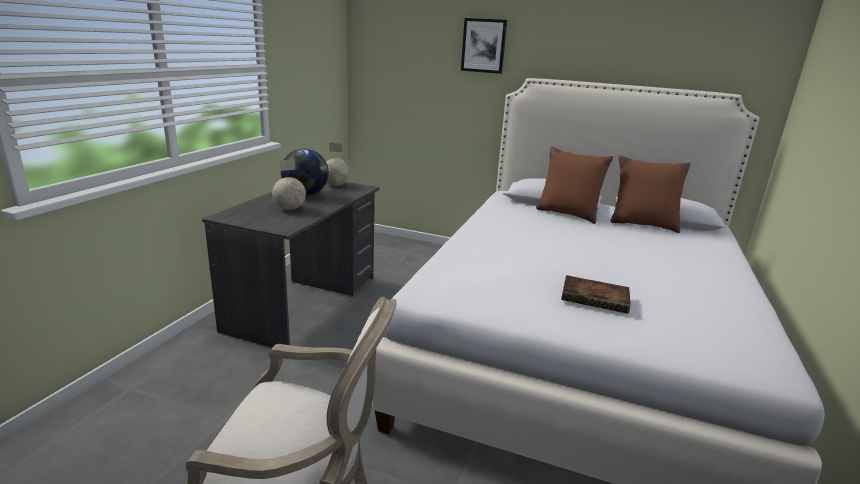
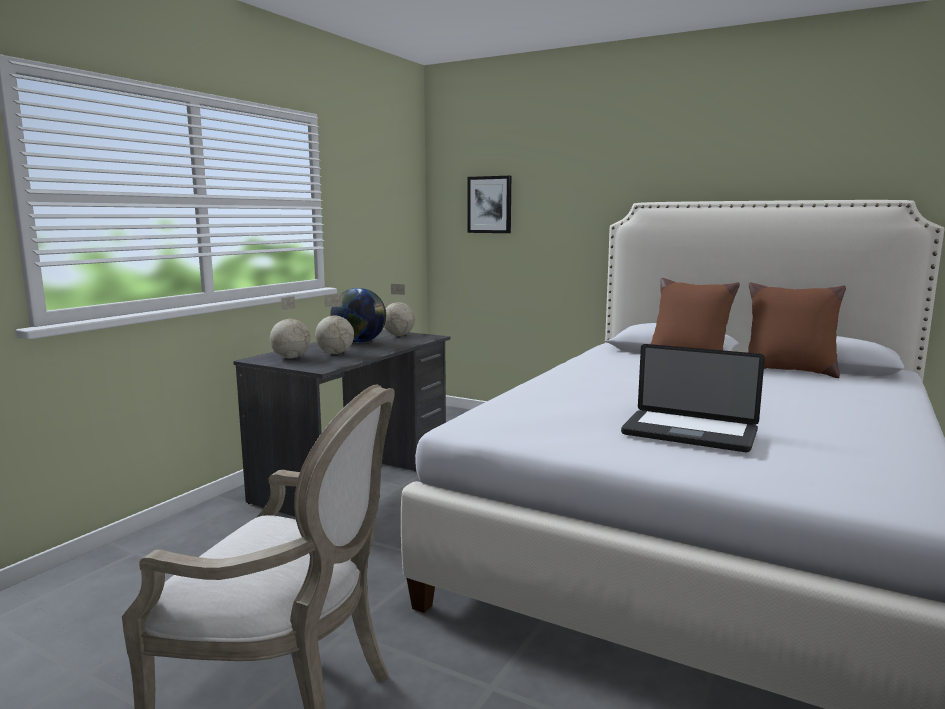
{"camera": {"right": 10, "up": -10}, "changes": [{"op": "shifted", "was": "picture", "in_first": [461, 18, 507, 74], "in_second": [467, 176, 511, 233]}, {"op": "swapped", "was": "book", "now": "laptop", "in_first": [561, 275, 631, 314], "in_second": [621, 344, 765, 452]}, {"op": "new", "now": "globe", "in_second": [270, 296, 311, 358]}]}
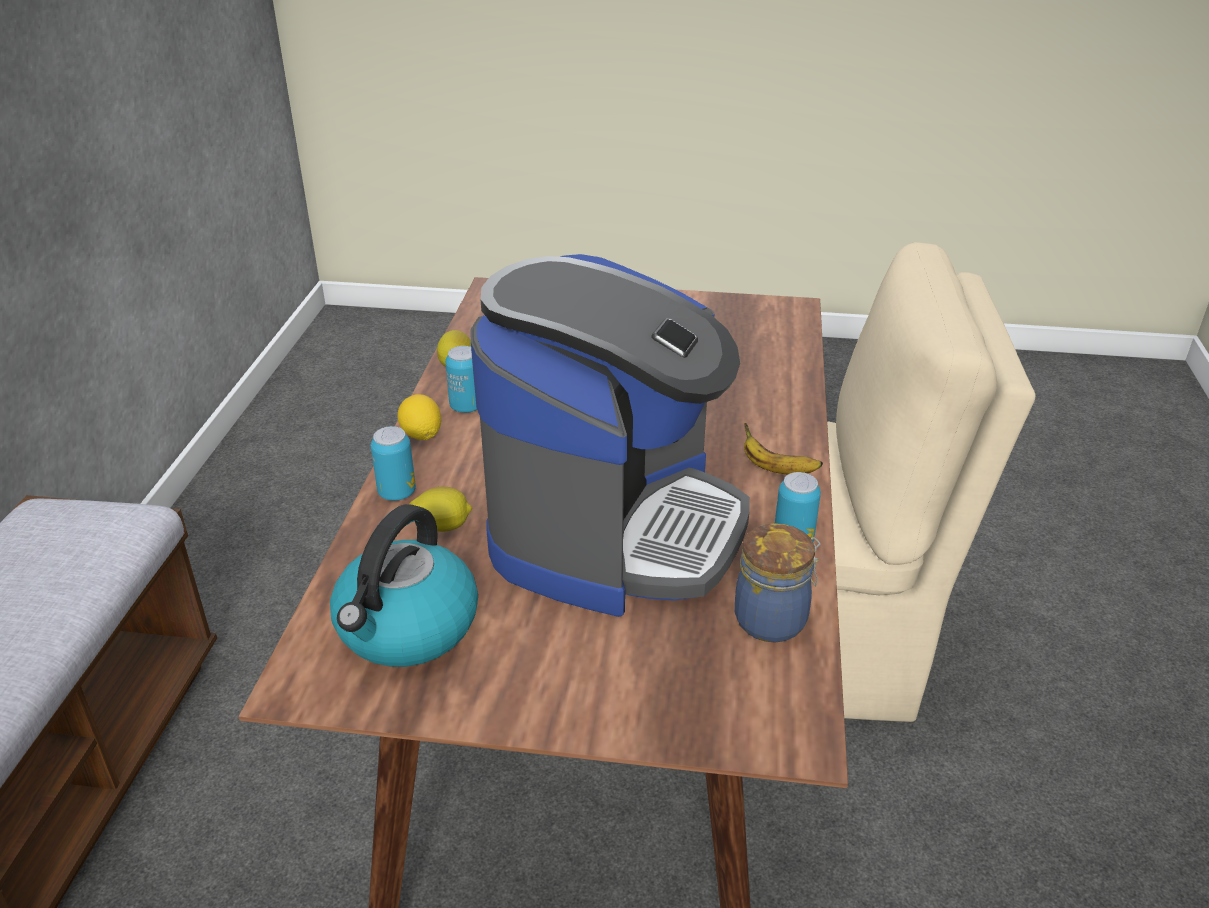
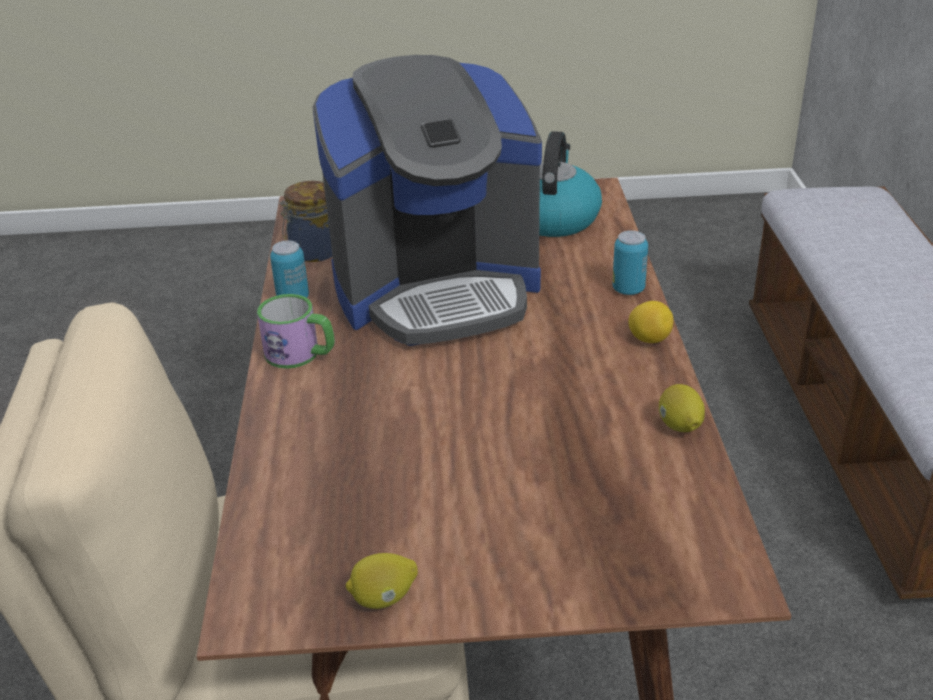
{"camera": {"right": 170, "up": 0}, "changes": [{"op": "rotated", "was": "coffee machine", "in_first": [471, 254, 750, 617], "in_second": [312, 55, 542, 346], "clockwise": -120}, {"op": "gone", "was": "can", "in_first": [445, 346, 477, 413]}, {"op": "swapped", "was": "banana", "now": "mug", "in_first": [744, 423, 823, 474], "in_second": [257, 294, 335, 369]}, {"op": "shifted", "was": "lemon", "in_first": [409, 487, 472, 532], "in_second": [346, 553, 418, 609]}]}
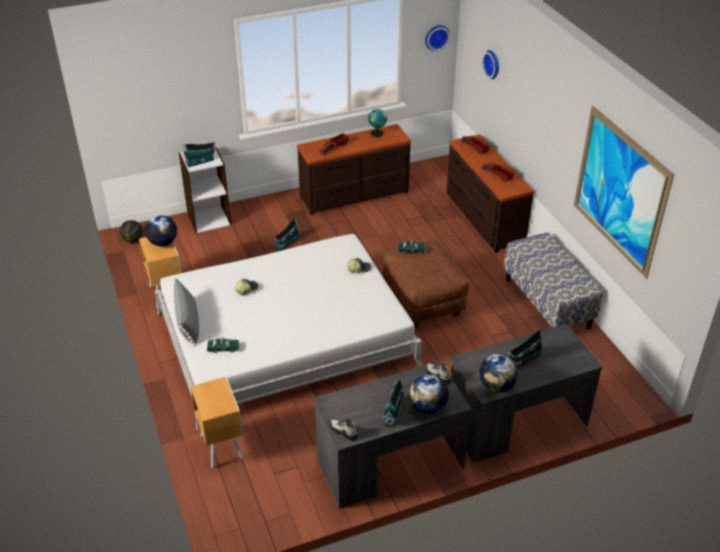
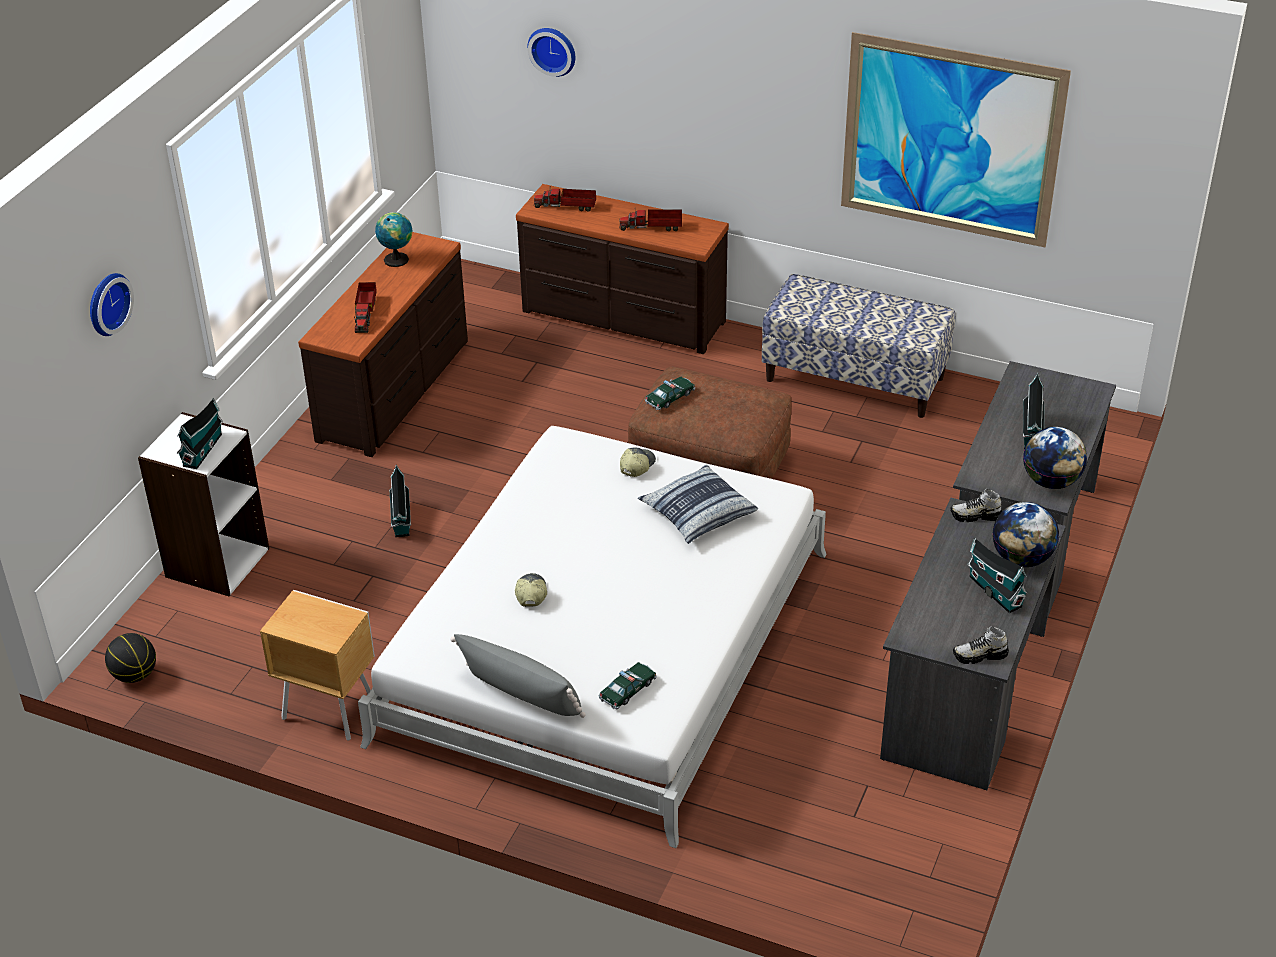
{"camera": {"right": -45, "up": 0}, "changes": [{"op": "shifted", "was": "wall clock", "in_first": [425, 25, 450, 51], "in_second": [90, 273, 134, 336]}, {"op": "gone", "was": "globe", "in_first": [145, 215, 177, 246]}, {"op": "gone", "was": "brown nightstand", "in_first": [190, 377, 244, 468]}, {"op": "new", "now": "pillow", "in_second": [638, 465, 758, 544]}]}
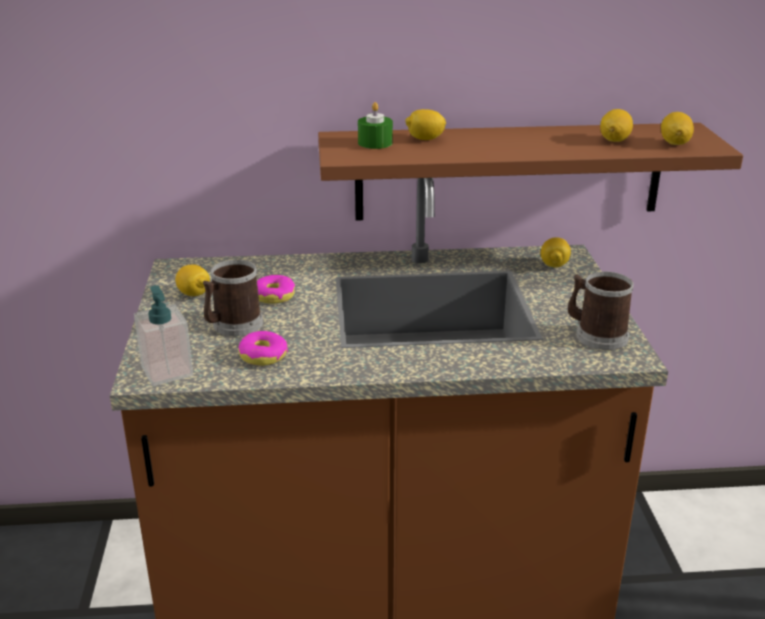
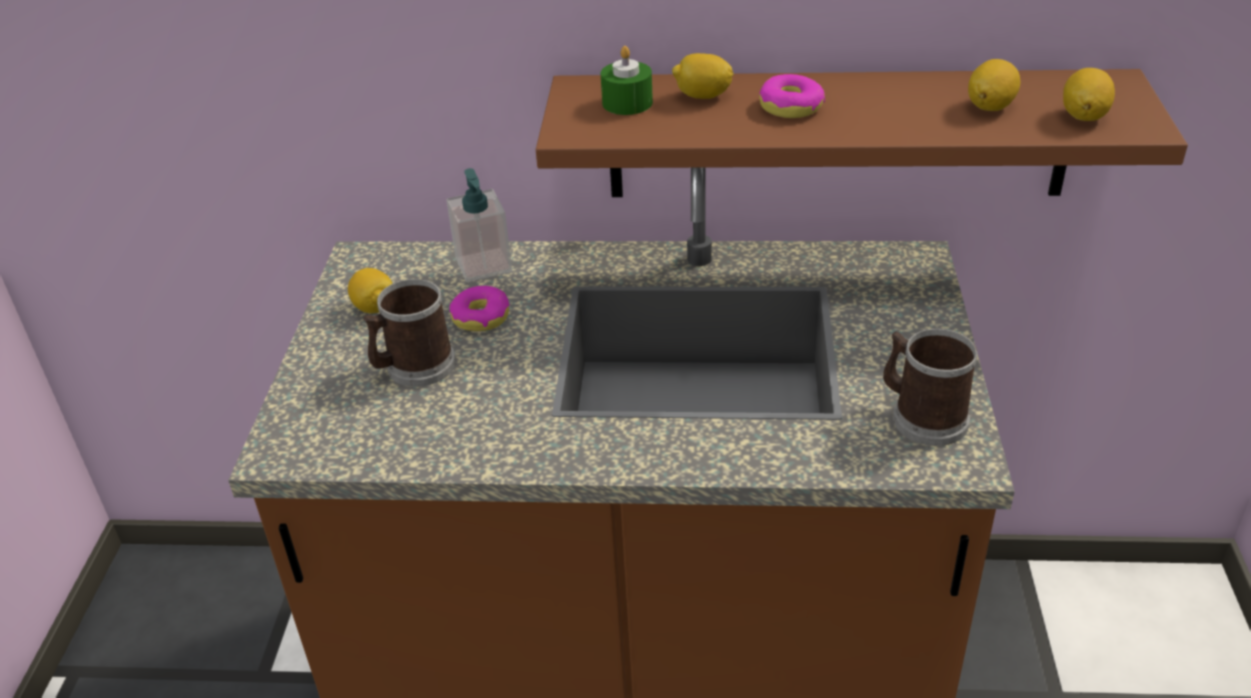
{"camera": {"right": 10, "up": 10}, "changes": [{"op": "gone", "was": "lemon", "in_first": [541, 237, 571, 268]}, {"op": "shifted", "was": "soap dispenser", "in_first": [134, 285, 193, 386], "in_second": [447, 168, 512, 282]}, {"op": "shifted", "was": "donut", "in_first": [239, 331, 288, 366], "in_second": [759, 74, 825, 118]}]}
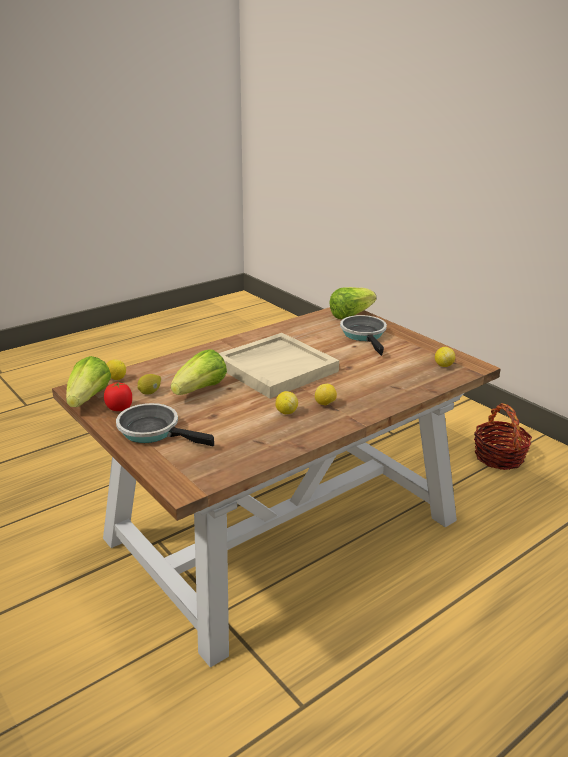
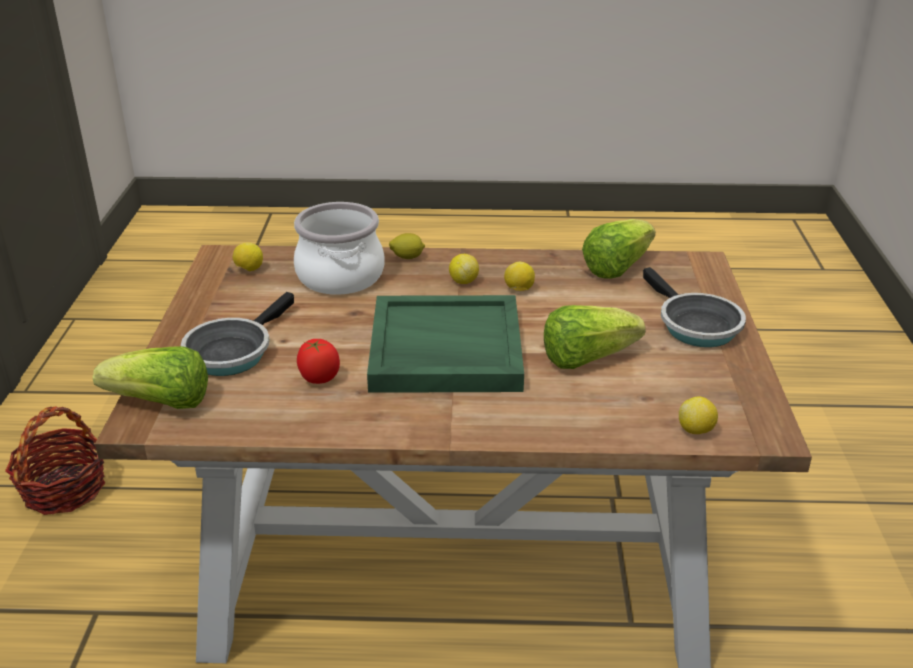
{"camera": {"right": -140, "up": 5}, "changes": [{"op": "repainted", "was": "beige tray", "now": "green tray", "in_first": [219, 333, 339, 399], "in_second": [367, 295, 524, 393]}, {"op": "shifted", "was": "lettuce", "in_first": [66, 356, 111, 407], "in_second": [582, 219, 656, 279]}, {"op": "shifted", "was": "lemon", "in_first": [137, 374, 161, 395], "in_second": [389, 233, 425, 259]}, {"op": "shifted", "was": "tomato", "in_first": [104, 382, 132, 411], "in_second": [297, 339, 340, 384]}, {"op": "new", "now": "cooking pot", "in_second": [294, 202, 385, 295]}]}
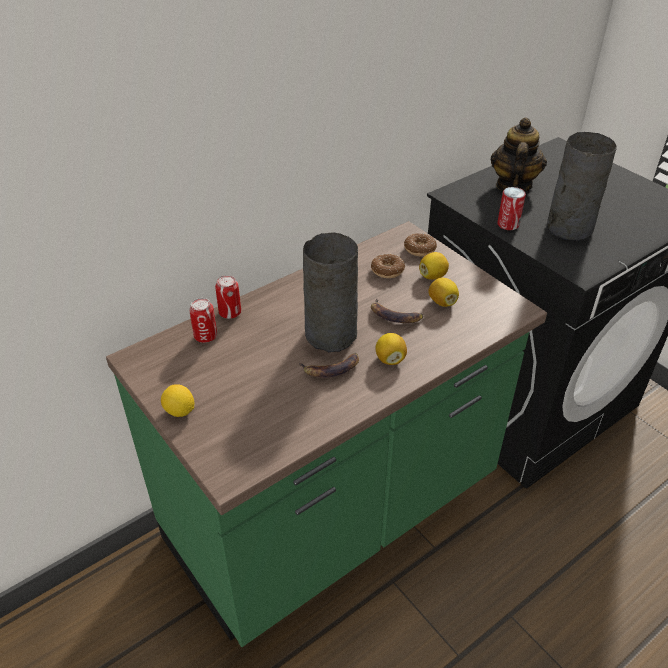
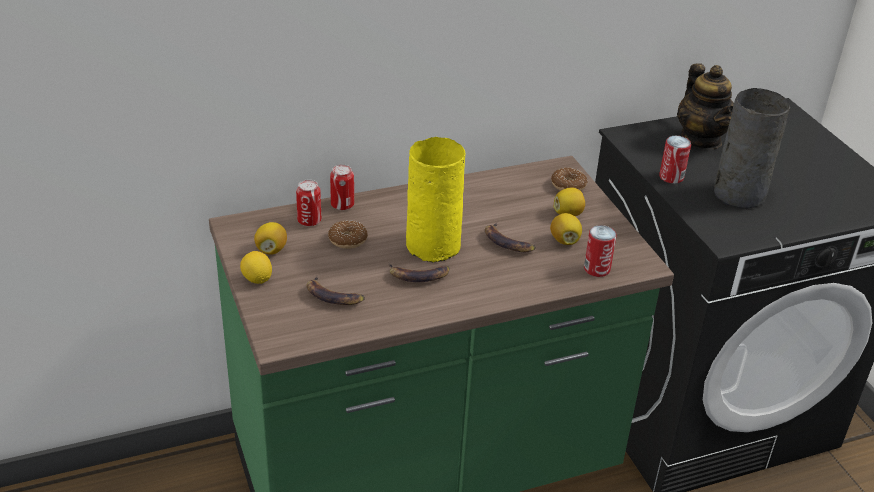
{"camera": {"right": 15, "up": -5}, "changes": [{"op": "rotated", "was": "teapot", "in_first": [491, 117, 547, 192], "in_second": [677, 63, 734, 149], "clockwise": 135}, {"op": "repainted", "was": "grey vase", "now": "yellow vase", "in_first": [303, 232, 358, 352], "in_second": [406, 137, 465, 263]}, {"op": "shifted", "was": "donut", "in_first": [371, 254, 405, 278], "in_second": [328, 220, 368, 249]}, {"op": "shifted", "was": "lemon", "in_first": [376, 333, 407, 365], "in_second": [254, 222, 287, 255]}, {"op": "new", "now": "can", "in_second": [584, 225, 616, 277]}, {"op": "new", "now": "banana", "in_second": [306, 275, 365, 305]}]}
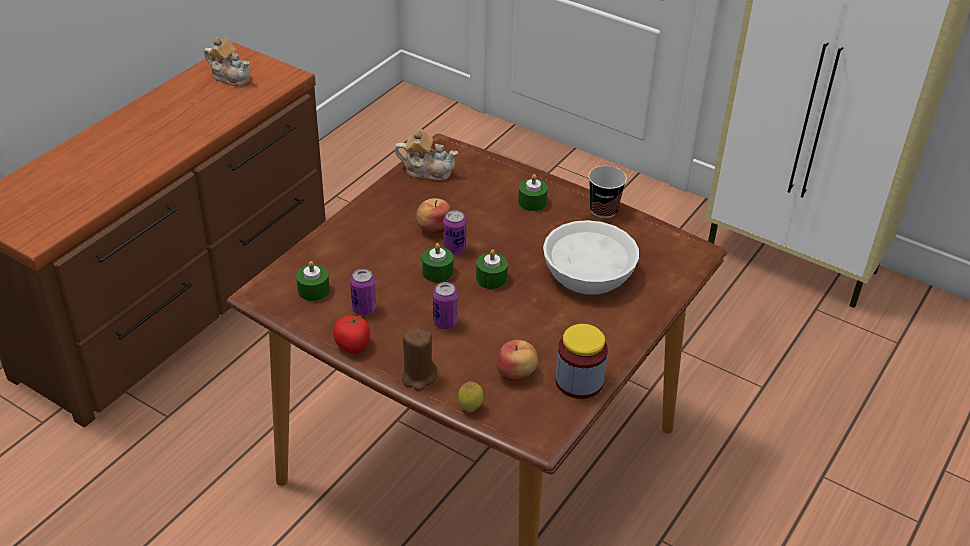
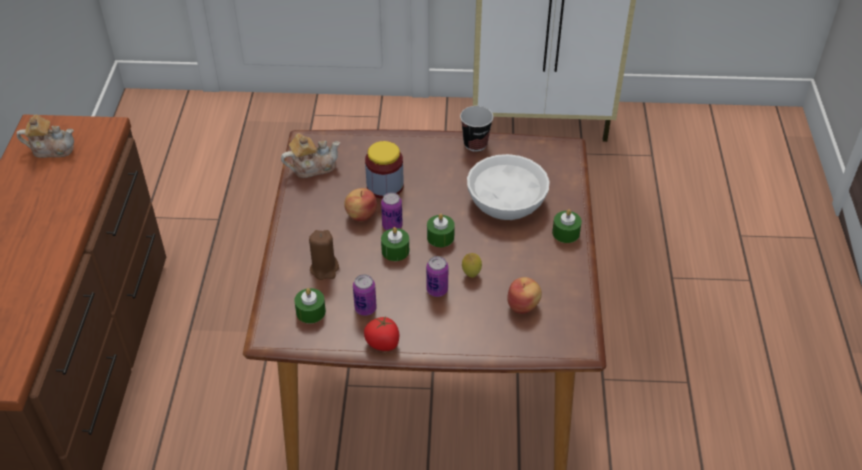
{"camera": {"right": -30, "up": 5}, "changes": [{"op": "shifted", "was": "green candle", "in_first": [518, 174, 548, 211], "in_second": [552, 209, 582, 243]}, {"op": "shifted", "was": "jar", "in_first": [555, 324, 608, 399], "in_second": [365, 141, 404, 199]}, {"op": "shifted", "was": "brown candle", "in_first": [401, 327, 437, 391], "in_second": [309, 230, 339, 280]}, {"op": "shifted", "was": "lemon", "in_first": [458, 381, 483, 412], "in_second": [462, 253, 482, 278]}]}
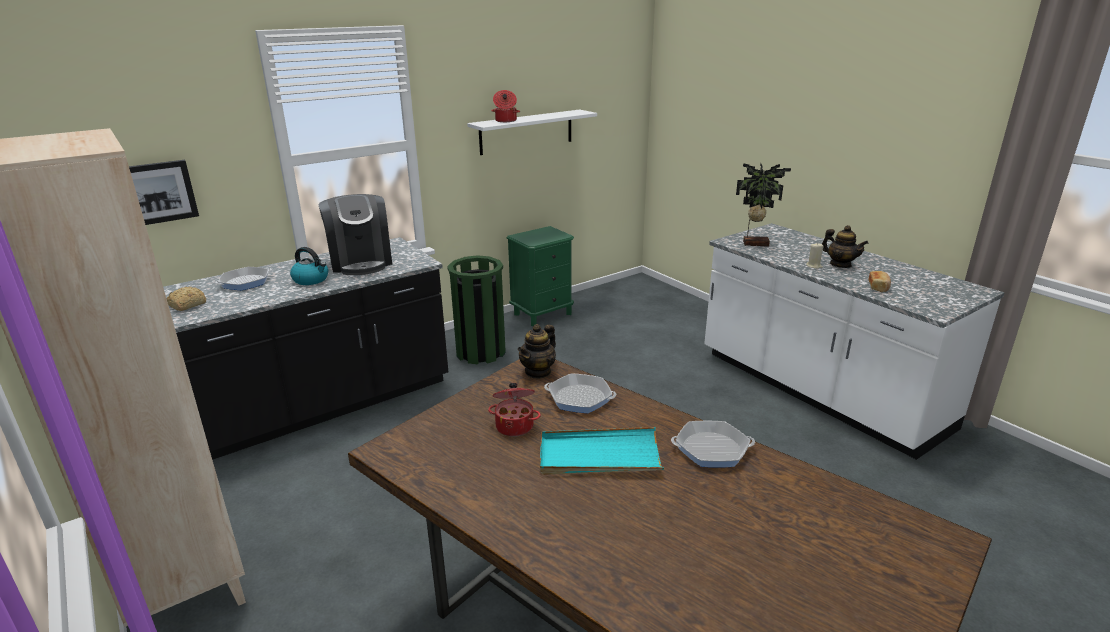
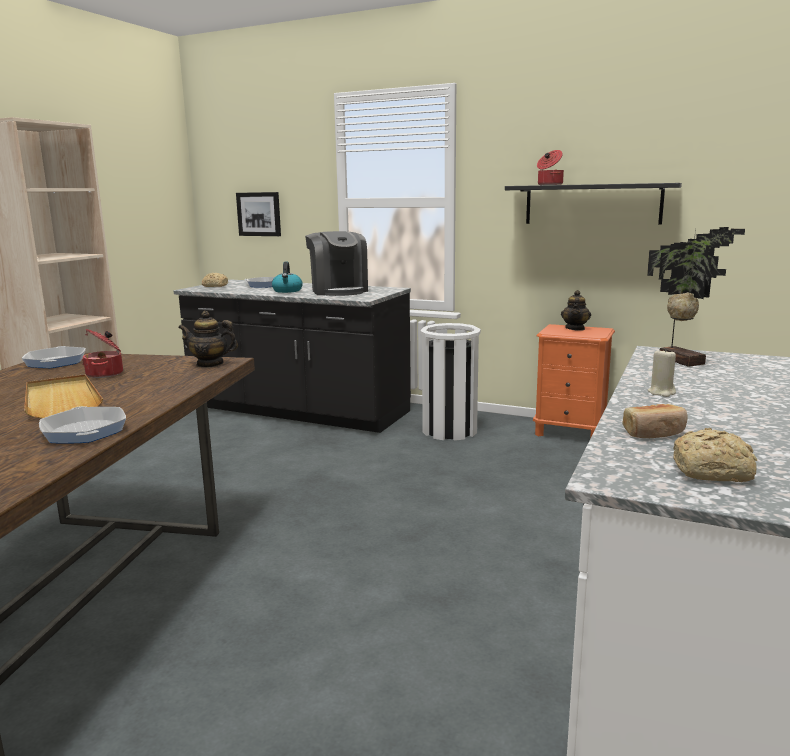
{"camera": {"right": 60, "up": -10}, "changes": [{"op": "repainted", "was": "white shelf", "now": "black shelf", "in_first": [467, 110, 597, 155], "in_second": [505, 183, 682, 224]}, {"op": "rotated", "was": "coffee machine", "in_first": [319, 194, 392, 275], "in_second": [305, 231, 368, 296], "clockwise": -60}, {"op": "shifted", "was": "teapot", "in_first": [822, 225, 868, 268], "in_second": [561, 290, 591, 331]}, {"op": "repainted", "was": "green nightstand", "now": "orange nightstand", "in_first": [507, 226, 574, 326], "in_second": [533, 324, 615, 439]}, {"op": "repainted", "was": "green trash can", "now": "white trash can", "in_first": [447, 255, 506, 364], "in_second": [420, 323, 481, 441]}, {"op": "shifted", "was": "frying pan", "in_first": [544, 373, 616, 413], "in_second": [22, 346, 86, 368]}, {"op": "repainted", "was": "turquoise tray", "now": "beige tray", "in_first": [540, 427, 664, 475], "in_second": [24, 374, 103, 418]}, {"op": "new", "now": "bread", "in_second": [673, 428, 757, 482]}]}
